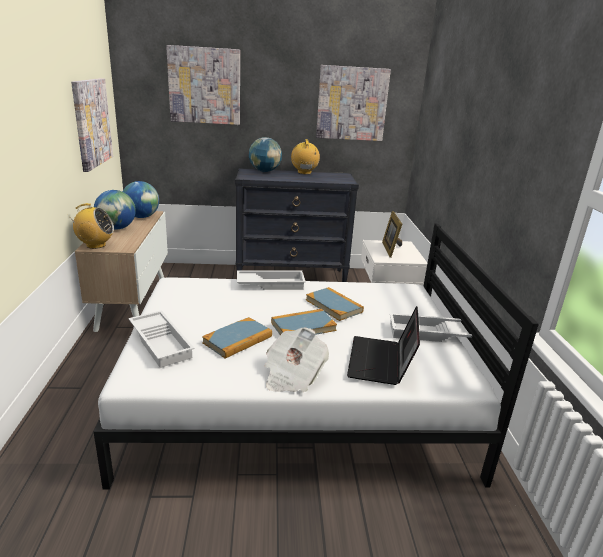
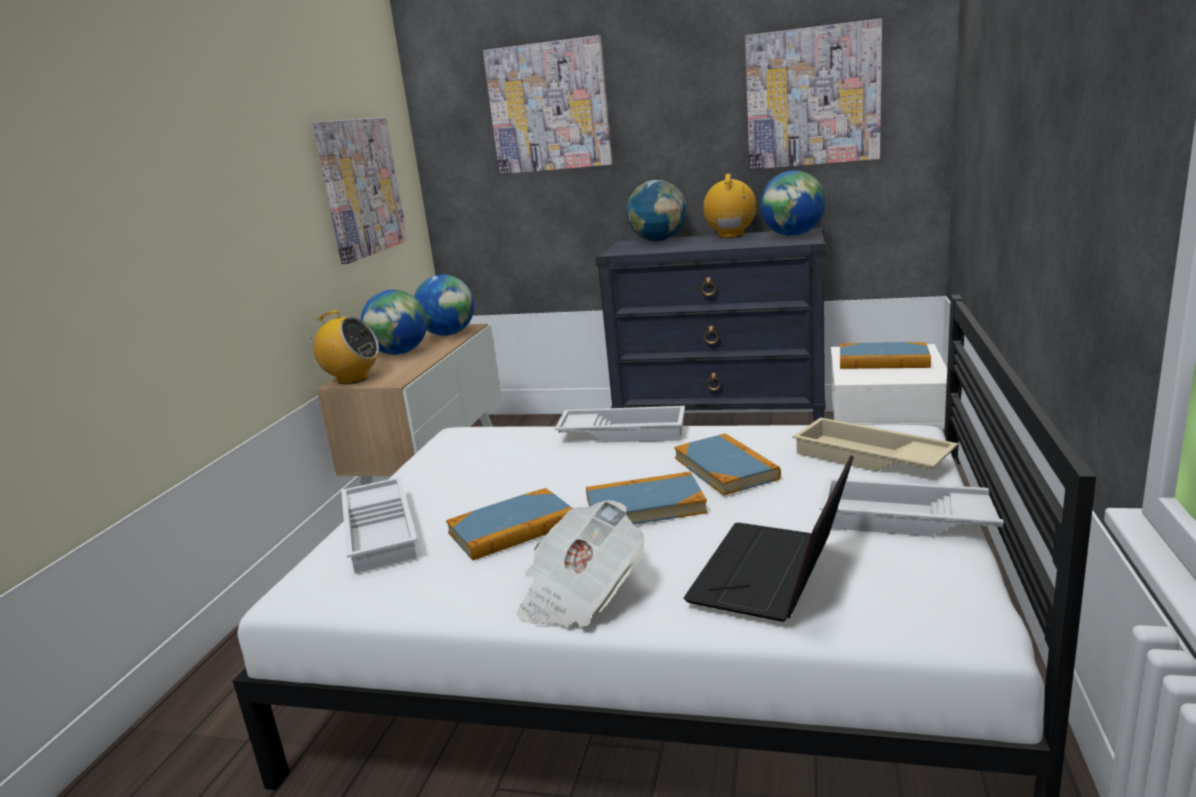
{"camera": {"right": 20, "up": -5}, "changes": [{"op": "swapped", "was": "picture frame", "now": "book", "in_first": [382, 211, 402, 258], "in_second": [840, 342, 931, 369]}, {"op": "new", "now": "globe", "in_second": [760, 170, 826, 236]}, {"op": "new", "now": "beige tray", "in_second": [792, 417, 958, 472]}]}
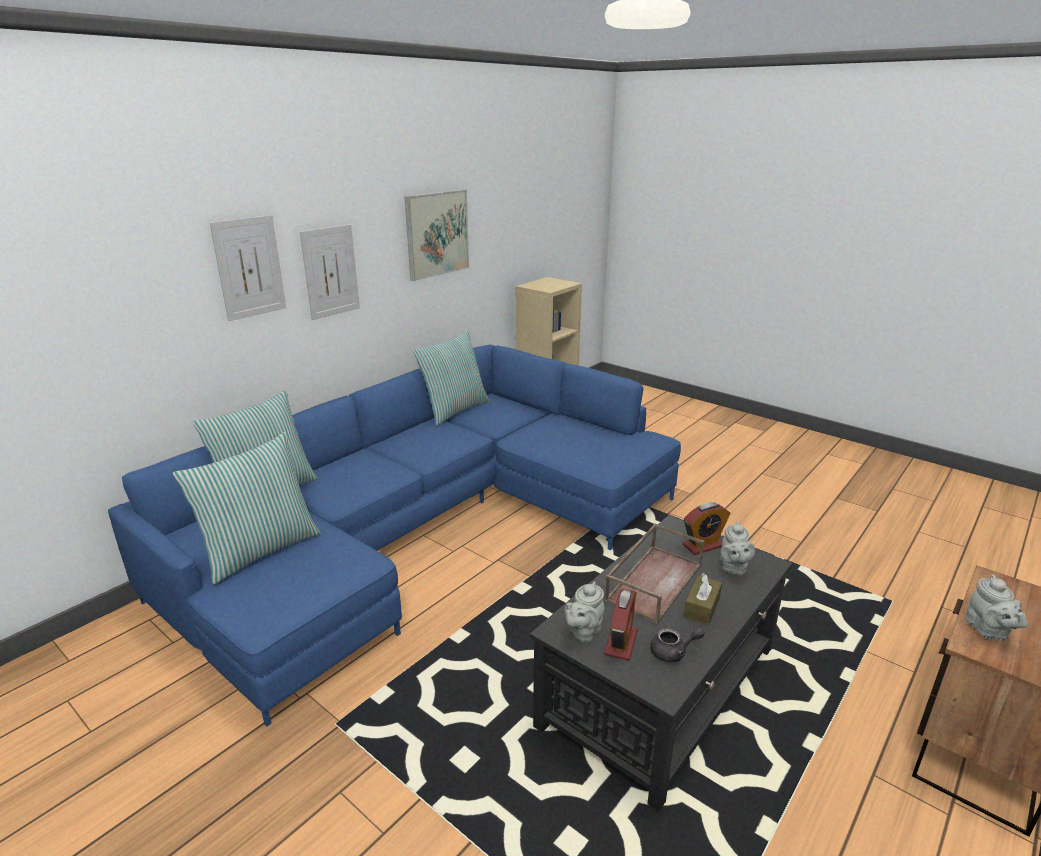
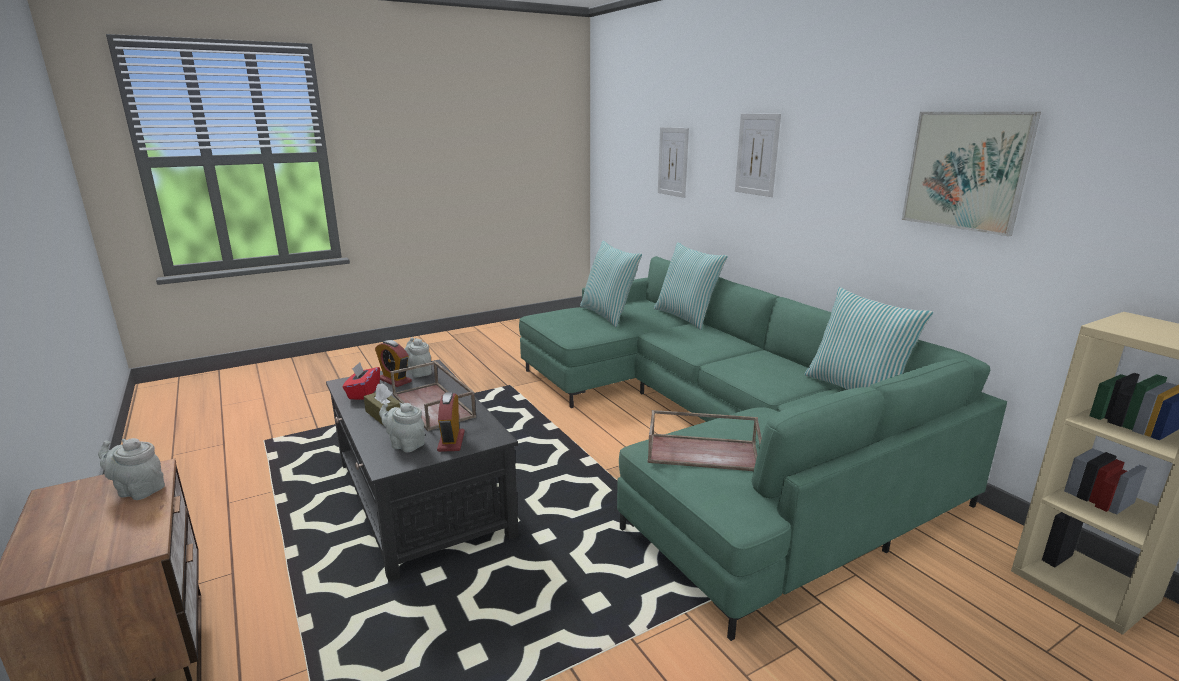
{"camera": {"right": 110, "up": -5}, "changes": [{"op": "shifted", "was": "picture", "in_first": [300, 224, 360, 320], "in_second": [658, 127, 689, 198]}, {"op": "repainted", "was": "blue sofa", "now": "green sofa", "in_first": [108, 344, 681, 726], "in_second": [519, 256, 1007, 641]}, {"op": "swapped", "was": "grey teapot", "now": "red tissue box", "in_first": [650, 627, 705, 662], "in_second": [343, 362, 380, 400]}, {"op": "new", "now": "brown tray", "in_second": [647, 410, 762, 471]}]}
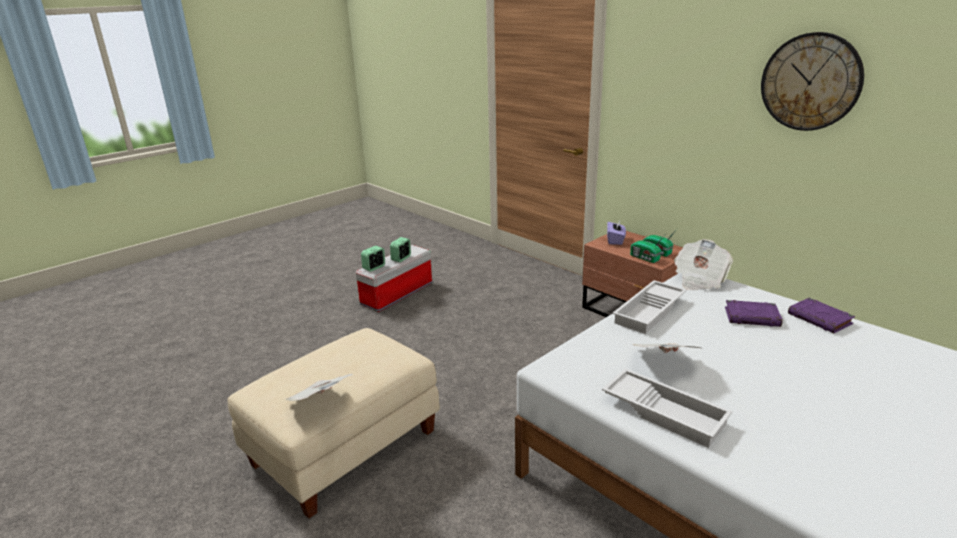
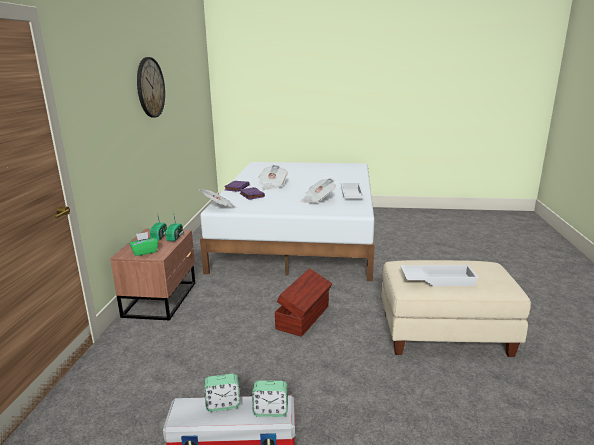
{"camera": {"right": -130, "up": -5}, "changes": [{"op": "repainted", "was": "purple tissue box", "now": "green tissue box", "in_first": [607, 220, 626, 245], "in_second": [129, 232, 158, 256]}, {"op": "shifted", "was": "white tray", "in_first": [613, 280, 687, 334], "in_second": [400, 265, 479, 286]}, {"op": "shifted", "was": "newspaper", "in_first": [286, 374, 353, 401], "in_second": [258, 165, 288, 190]}, {"op": "new", "now": "brown storage box", "in_second": [275, 268, 332, 337]}]}
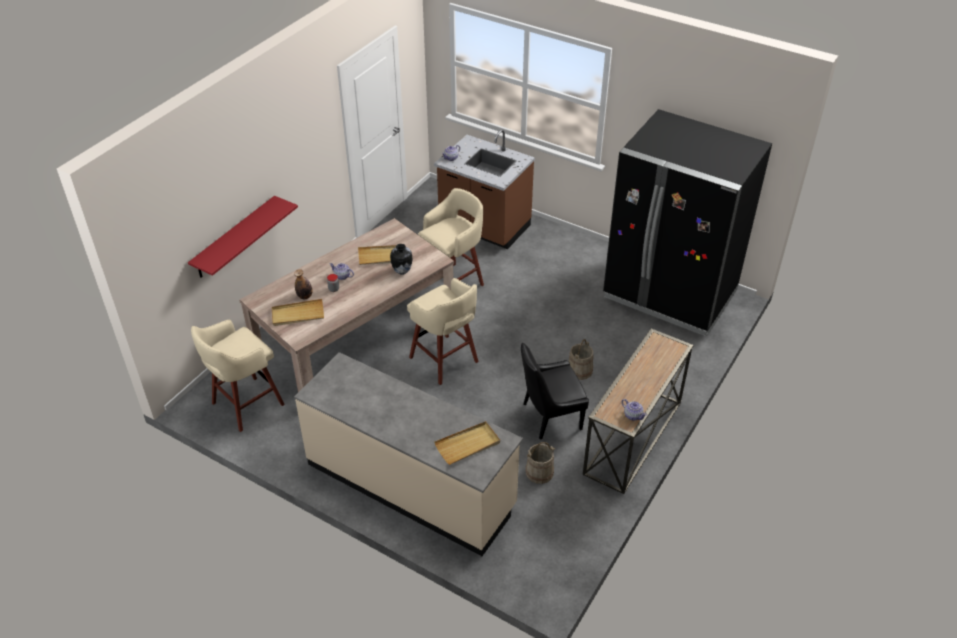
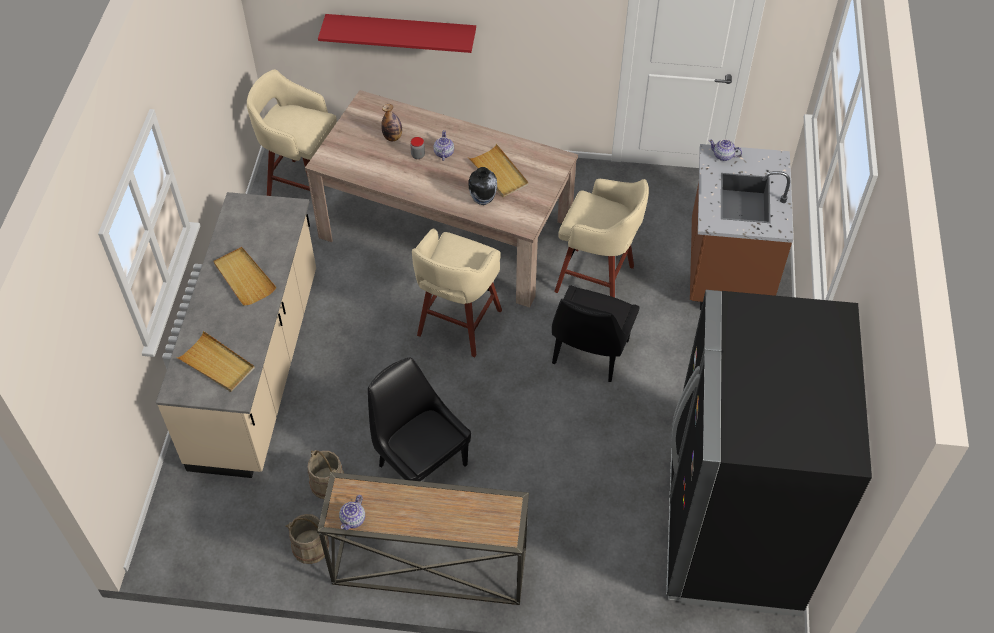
{"camera": {"right": 65, "up": 10}, "changes": [{"op": "shifted", "was": "beige tray", "in_first": [272, 299, 324, 326], "in_second": [213, 247, 276, 306]}, {"op": "shifted", "was": "beige bucket", "in_first": [569, 339, 593, 380], "in_second": [286, 514, 329, 564]}, {"op": "new", "now": "black chair", "in_second": [552, 285, 640, 382]}]}
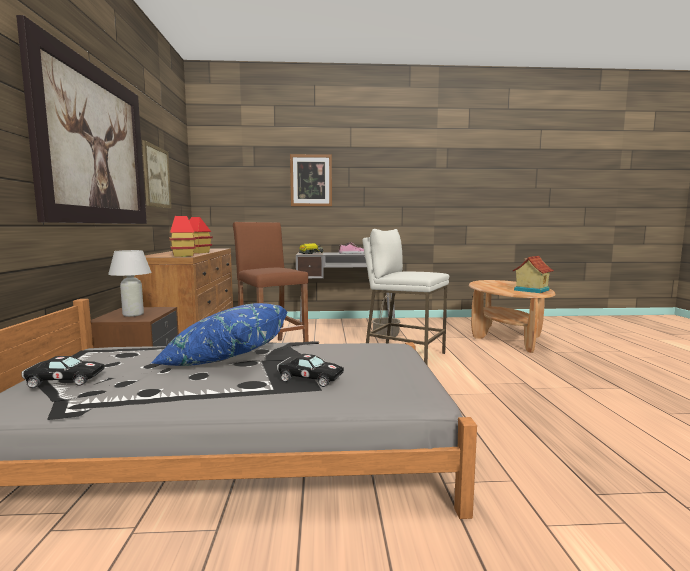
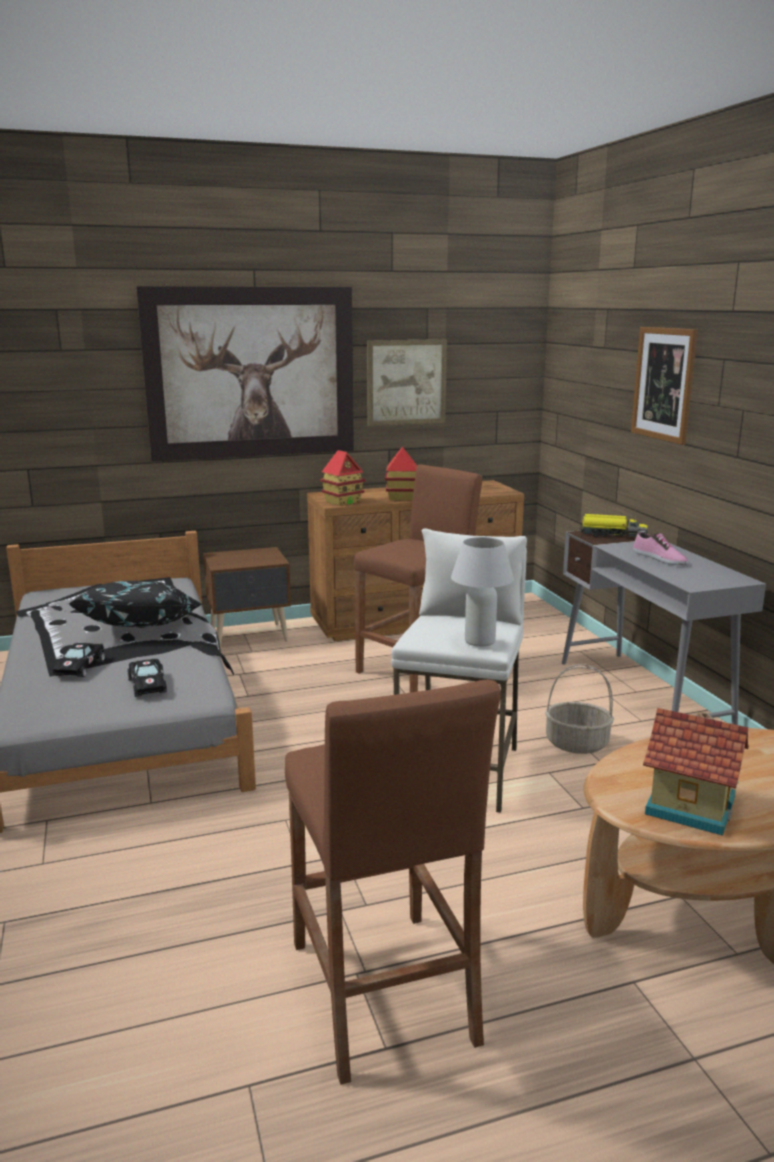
{"camera": {"right": 75, "up": 10}, "changes": [{"op": "shifted", "was": "white table lamp", "in_first": [108, 250, 152, 317], "in_second": [451, 537, 514, 647]}, {"op": "repainted", "was": "blue pillow", "now": "black pillow", "in_first": [150, 303, 288, 366], "in_second": [68, 581, 202, 627]}, {"op": "shifted", "was": "black toy car", "in_first": [21, 356, 104, 388], "in_second": [127, 658, 167, 697]}, {"op": "new", "now": "brown stool", "in_second": [285, 680, 501, 1085]}]}
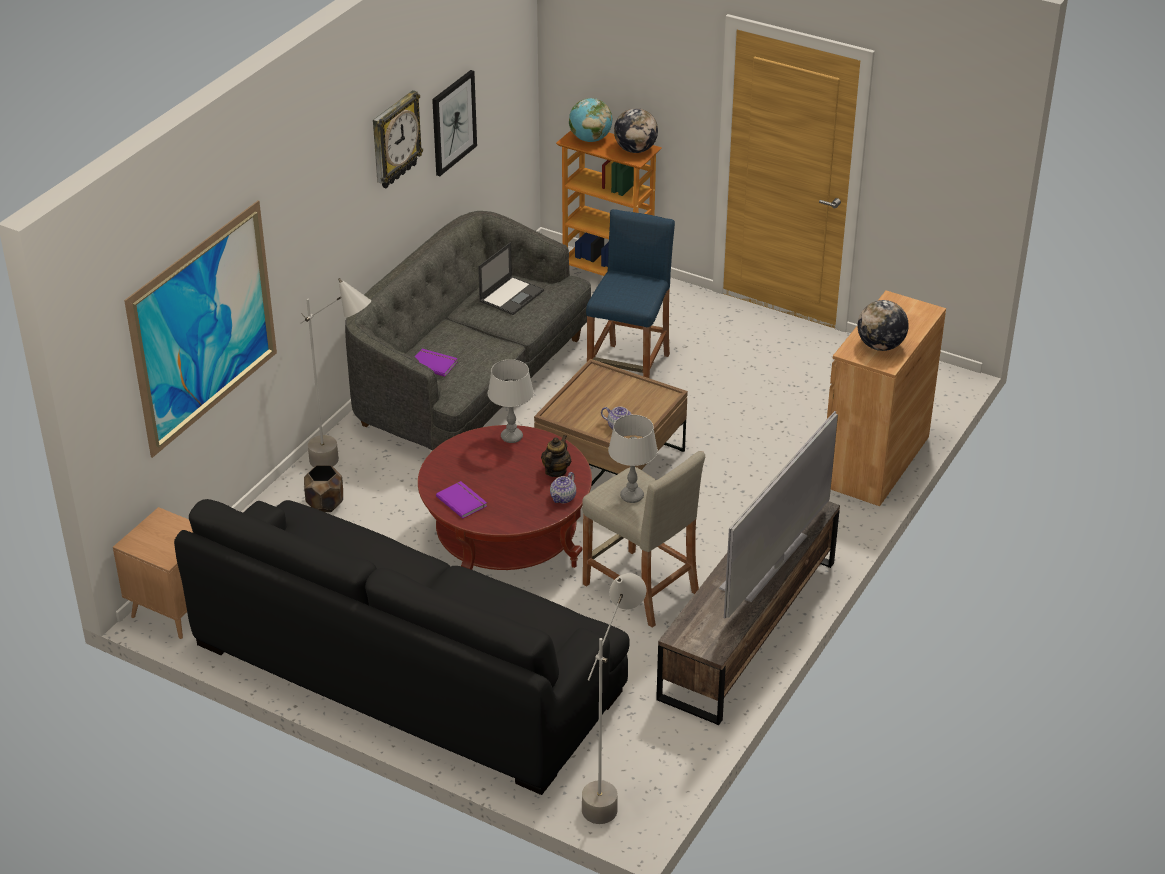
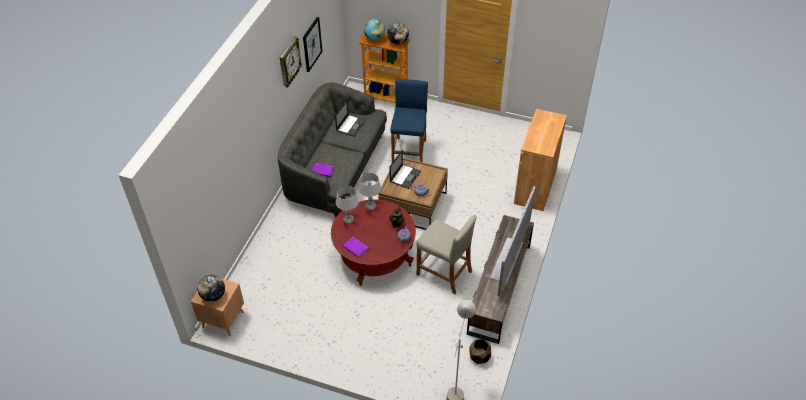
{"camera": {"right": -10, "up": 10}, "changes": [{"op": "gone", "was": "picture", "in_first": [124, 200, 277, 458]}, {"op": "gone", "was": "grey floor lamp", "in_first": [300, 278, 371, 467]}, {"op": "shifted", "was": "globe", "in_first": [858, 300, 909, 351], "in_second": [197, 275, 225, 302]}, {"op": "shifted", "was": "grey table lamp", "in_first": [608, 415, 658, 503], "in_second": [336, 186, 359, 224]}, {"op": "shifted", "was": "brown planter", "in_first": [304, 465, 343, 512], "in_second": [469, 339, 491, 364]}, {"op": "gone", "was": "black sofa", "in_first": [174, 499, 630, 795]}, {"op": "new", "now": "laptop", "in_second": [389, 149, 421, 189]}]}
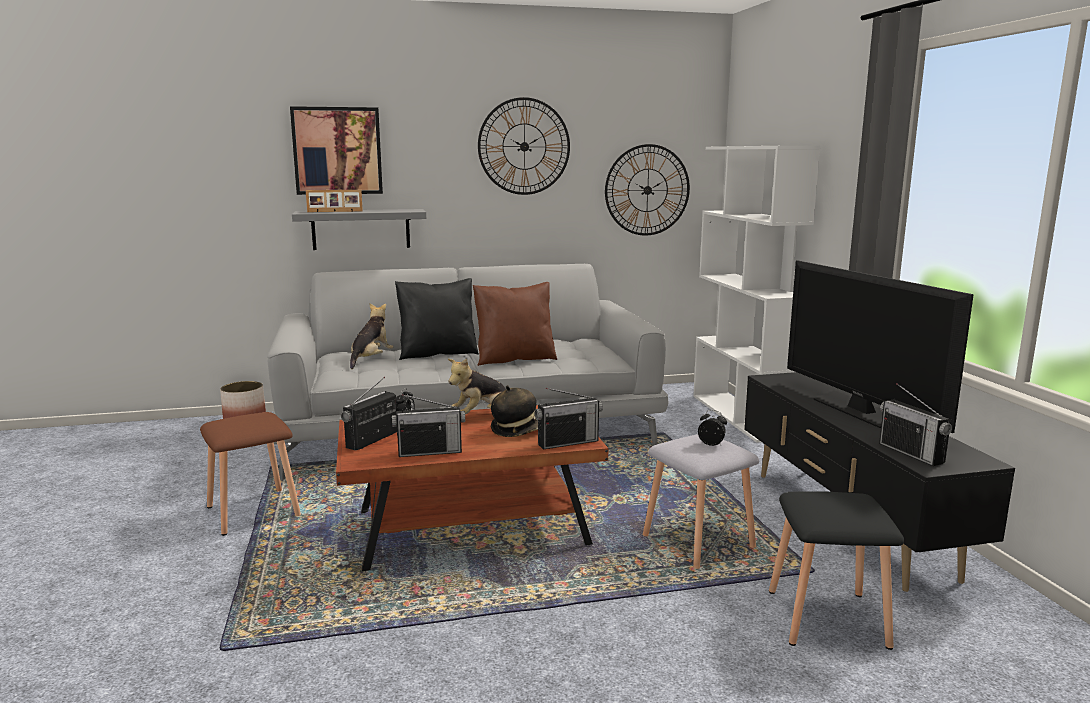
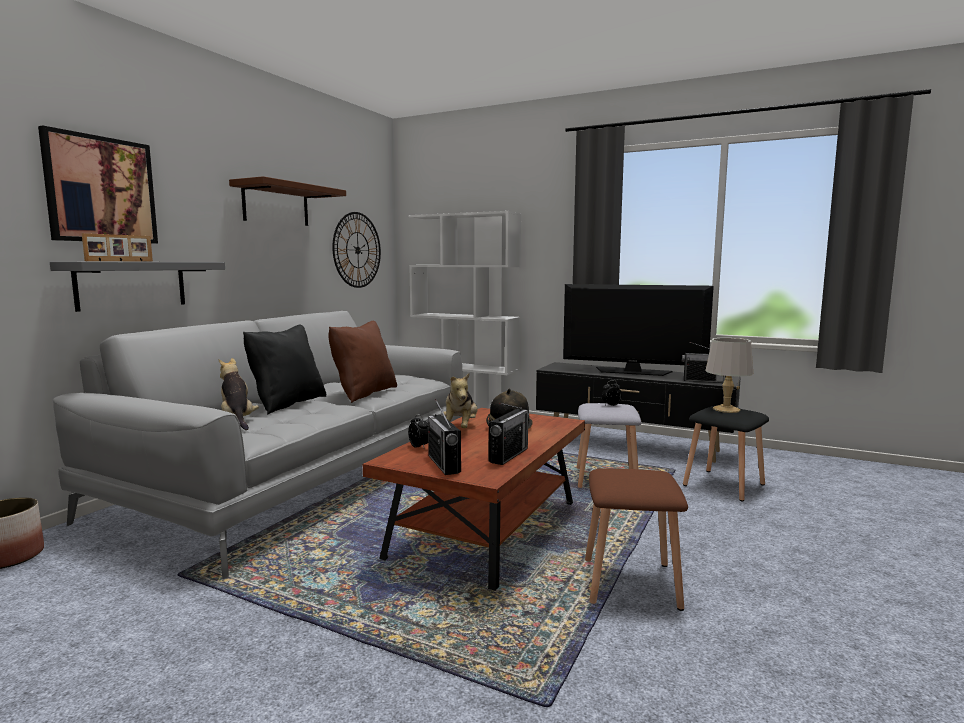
{"camera": {"right": -50, "up": -5}, "changes": [{"op": "swapped", "was": "wall clock", "now": "brown shelf", "in_first": [478, 97, 570, 195], "in_second": [229, 176, 346, 226]}, {"op": "gone", "was": "radio", "in_first": [535, 388, 603, 449]}, {"op": "shifted", "was": "brown stool", "in_first": [200, 412, 301, 536], "in_second": [585, 468, 688, 611]}, {"op": "new", "now": "grey table lamp", "in_second": [705, 338, 753, 413]}]}
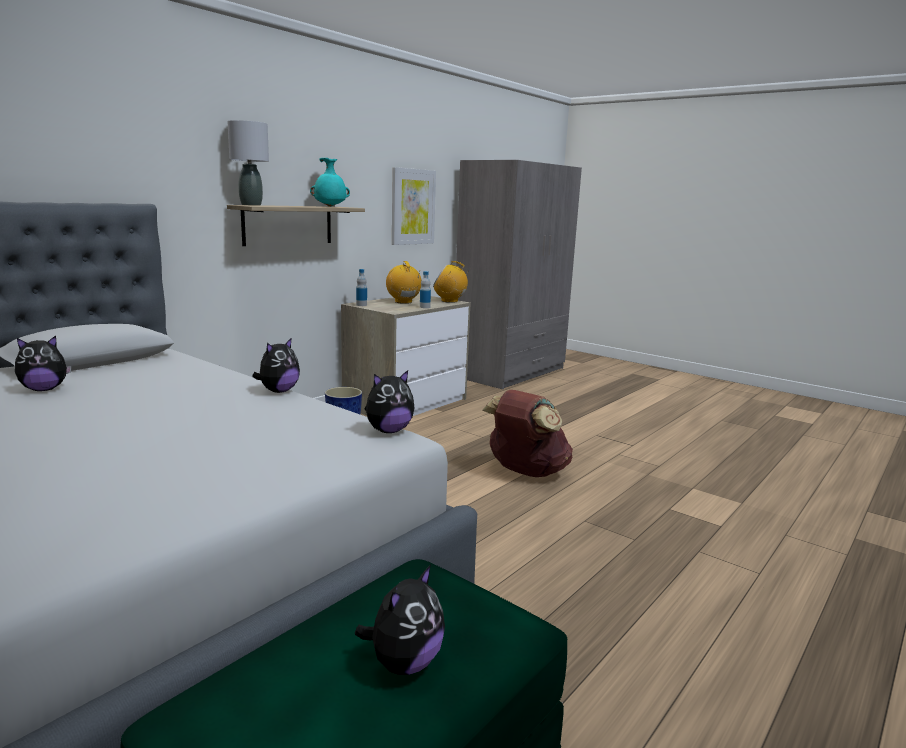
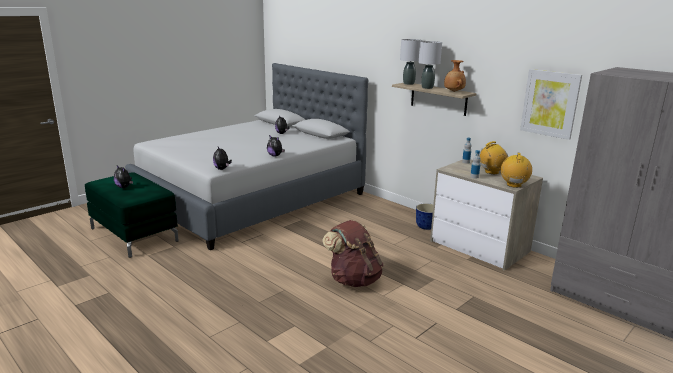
{"camera": {"right": 95, "up": 5}, "changes": [{"op": "repainted", "was": "turquoise vase", "now": "brown vase", "in_first": [310, 158, 350, 207], "in_second": [444, 60, 466, 92]}, {"op": "new", "now": "grey table lamp", "in_second": [419, 41, 442, 89]}]}
